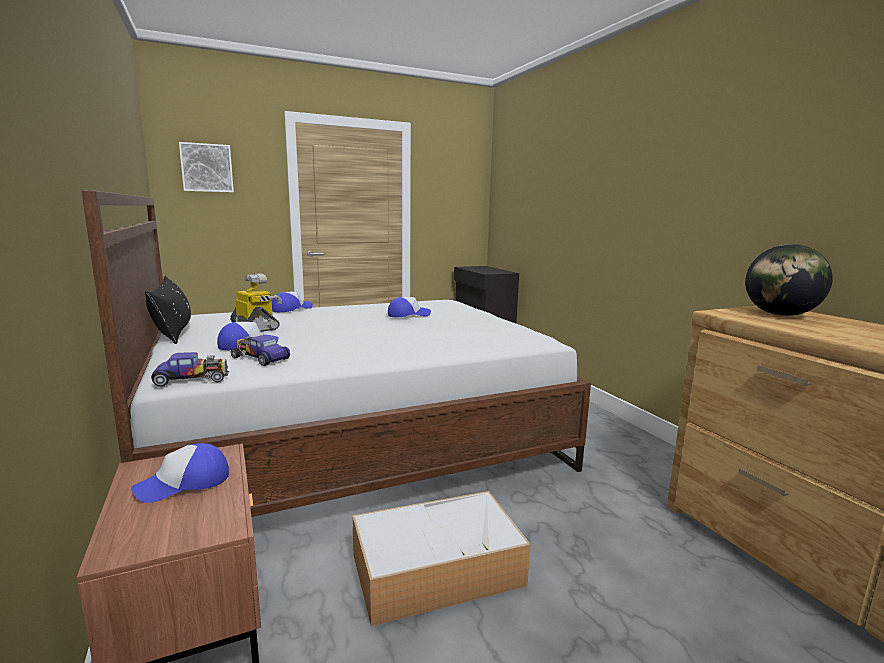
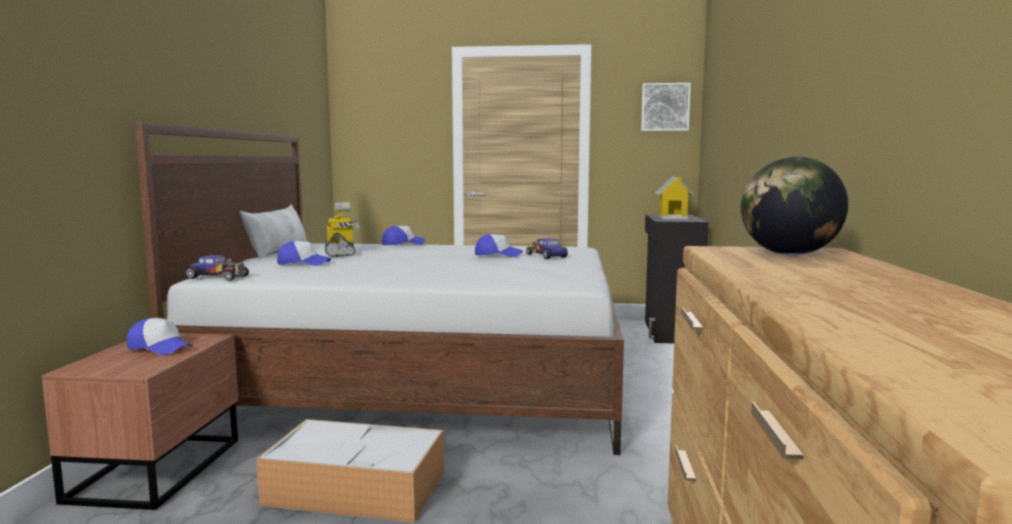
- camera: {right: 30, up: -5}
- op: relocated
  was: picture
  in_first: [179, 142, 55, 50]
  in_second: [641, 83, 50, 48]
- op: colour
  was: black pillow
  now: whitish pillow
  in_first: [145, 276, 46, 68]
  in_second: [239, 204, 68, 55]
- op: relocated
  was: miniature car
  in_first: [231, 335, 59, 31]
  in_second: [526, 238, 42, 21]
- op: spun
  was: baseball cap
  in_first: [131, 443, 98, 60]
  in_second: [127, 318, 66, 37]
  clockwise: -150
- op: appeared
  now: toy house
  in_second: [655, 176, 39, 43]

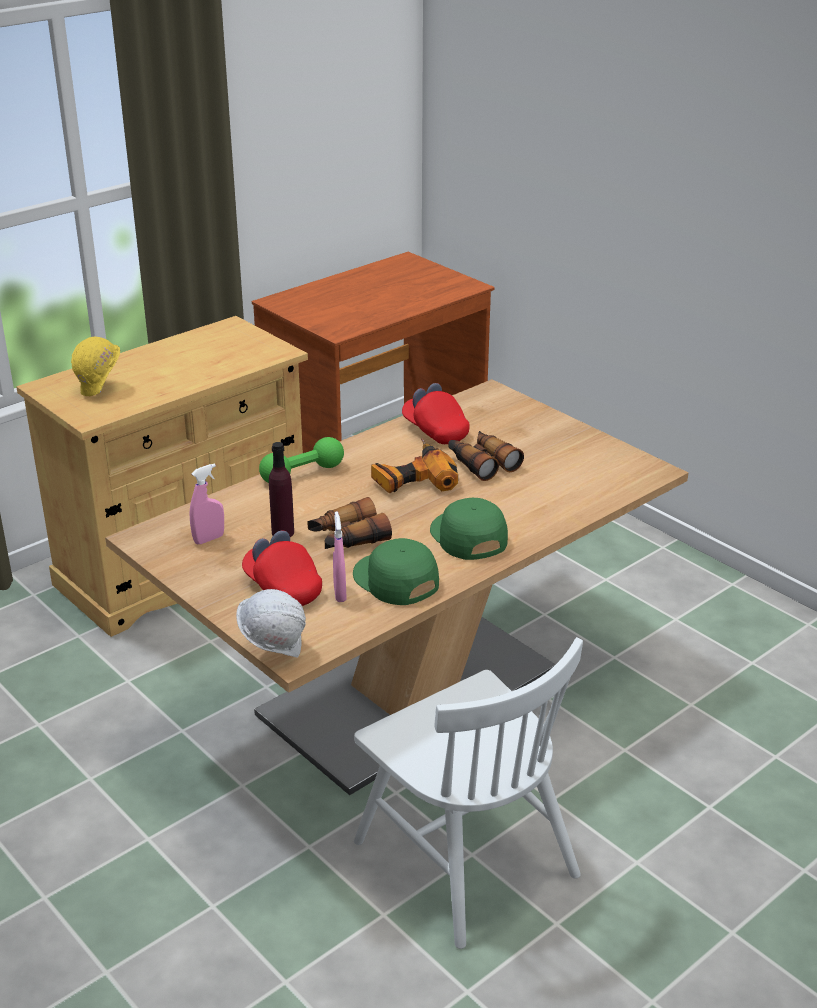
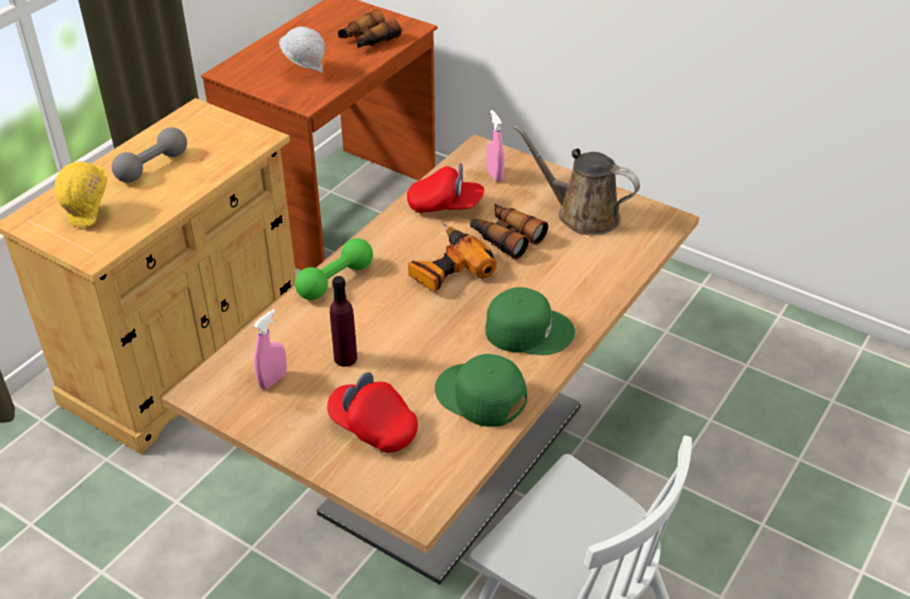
- camera: {right: -15, up: 10}
- op: spun
  was: red baseball cap
  in_first: [402, 383, 68, 61]
  in_second: [407, 163, 77, 50]
  clockwise: 150
- op: relocated
  was: pair of binoculars
  in_first: [307, 497, 85, 52]
  in_second: [338, 9, 63, 39]
- op: spun
  was: green baseball cap
  in_first: [430, 498, 78, 62]
  in_second: [486, 287, 89, 68]
  clockwise: 135
- op: relocated
  was: pink sprayer
  in_first: [333, 511, 14, 91]
  in_second: [486, 110, 18, 72]
- op: relocated
  was: whitish work helmet
  in_first: [236, 589, 70, 69]
  in_second: [279, 27, 47, 46]
- op: appeared
  now: brownish watering can
  in_second: [513, 125, 127, 110]
- op: appeared
  now: gray dumbbell
  in_second: [112, 127, 75, 56]

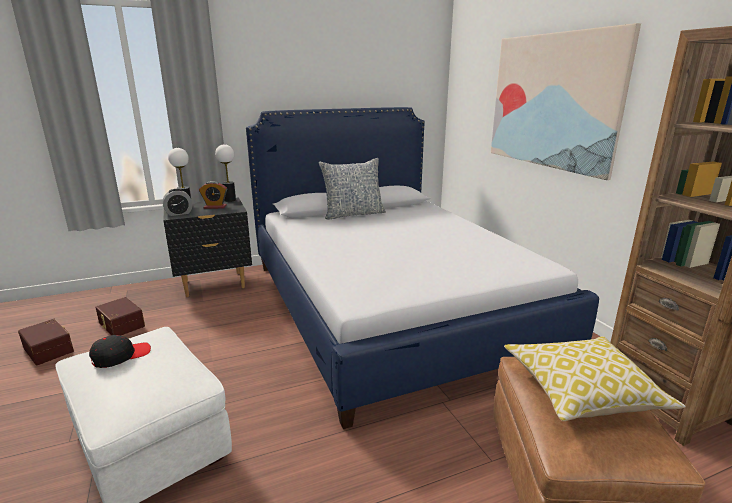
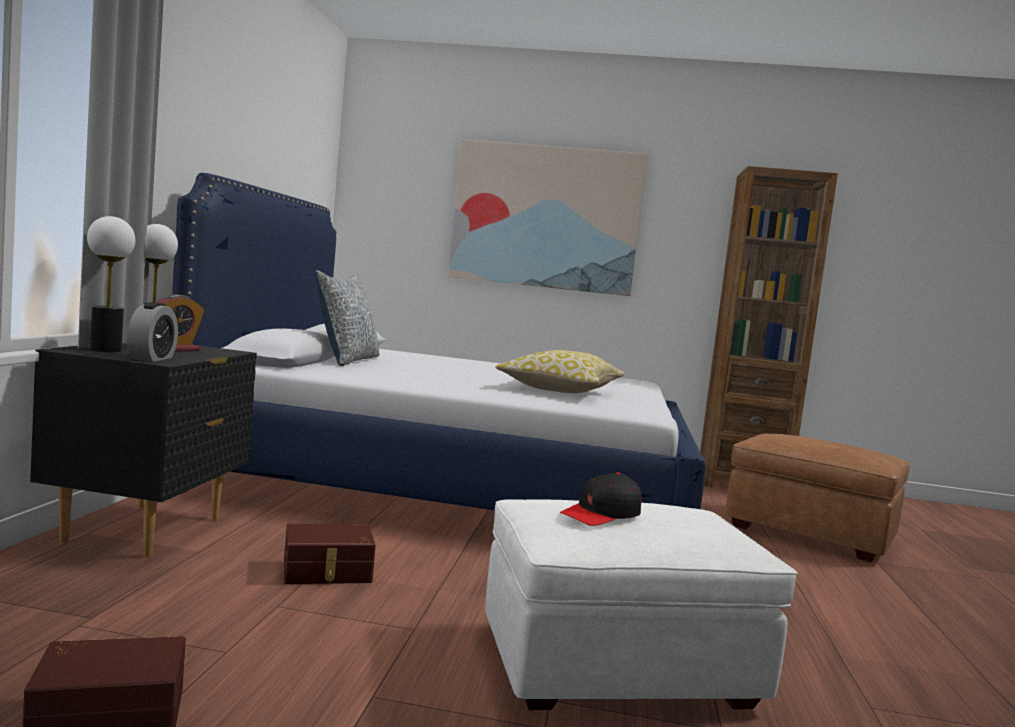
- camera: {right: -60, up: -15}
- op: relocated
  was: brownish storage container
  in_first: [95, 297, 50, 39]
  in_second: [284, 524, 92, 60]
- op: spun
  was: black baseball cap
  in_first: [89, 335, 62, 33]
  in_second: [560, 472, 82, 54]
  clockwise: -120
- op: relocated
  was: pillow
  in_first: [504, 336, 182, 85]
  in_second: [495, 350, 130, 43]

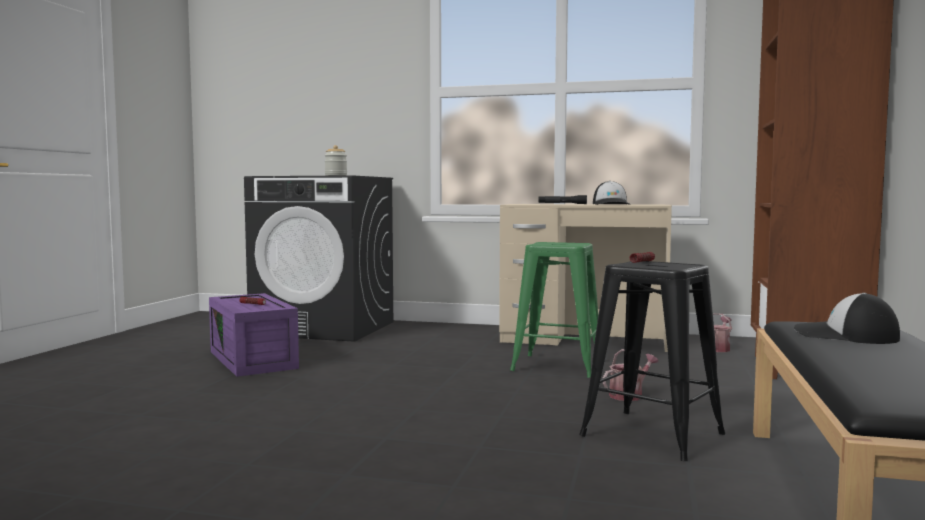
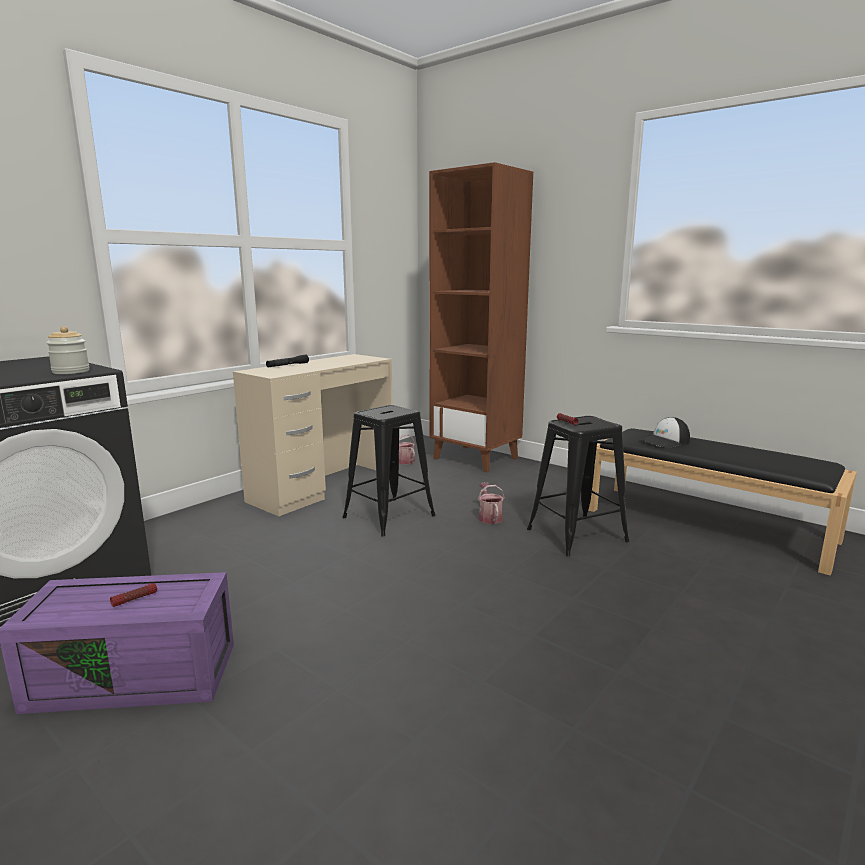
- camera: {right: -65, up: 10}
- op: missing
  was: baseball cap
  in_first: [593, 181, 38, 24]
- op: colour
  was: green stool
  now: black stool
  in_first: [510, 242, 88, 136]
  in_second: [342, 405, 94, 132]

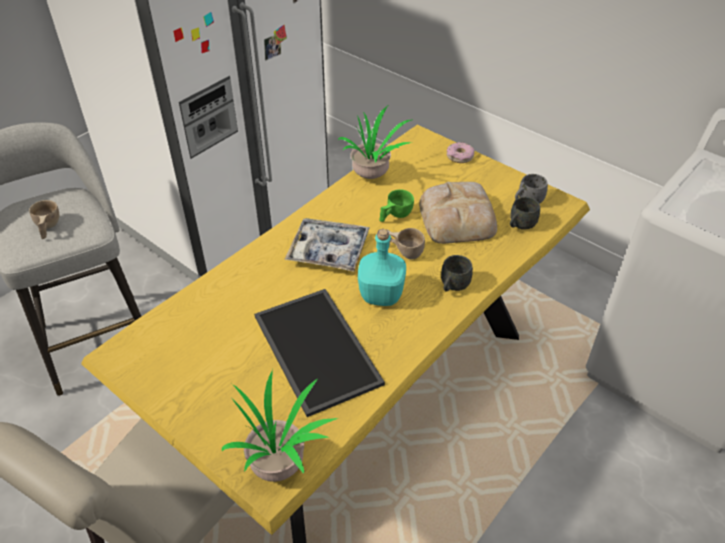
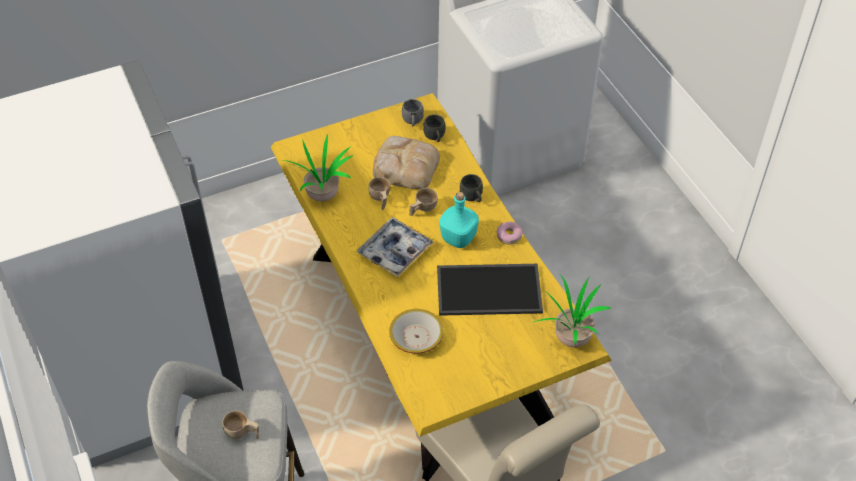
- camera: {right: -65, up: 5}
- op: relocated
  was: donut
  in_first: [446, 142, 29, 21]
  in_second: [497, 221, 26, 24]
- op: colour
  was: green cup
  now: beige cup
  in_first: [379, 189, 35, 33]
  in_second: [369, 177, 22, 33]
- op: appeared
  now: deep dish
  in_second: [389, 309, 54, 45]

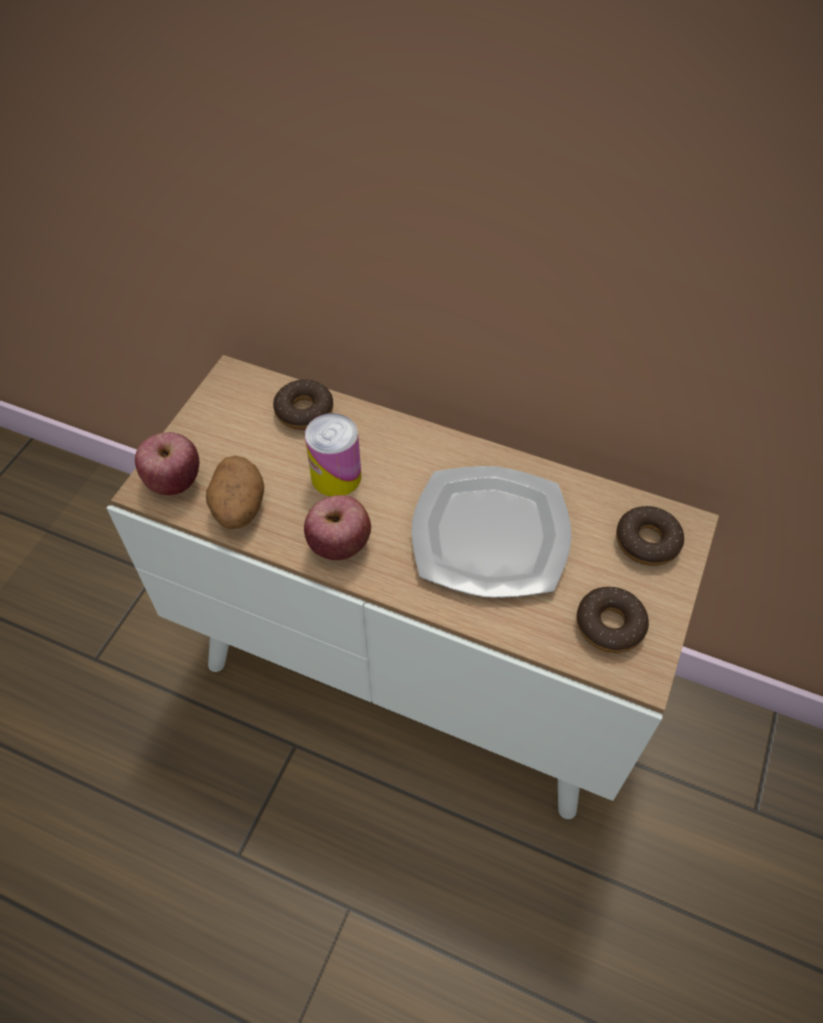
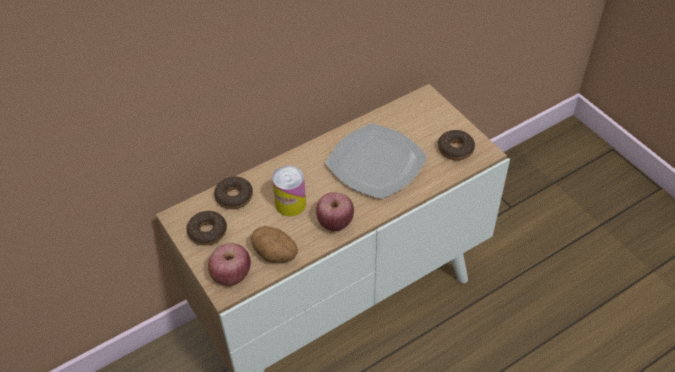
- camera: {right: -55, up: -5}
- op: relocated
  was: donut
  in_first: [616, 506, 68, 60]
  in_second: [187, 211, 40, 35]

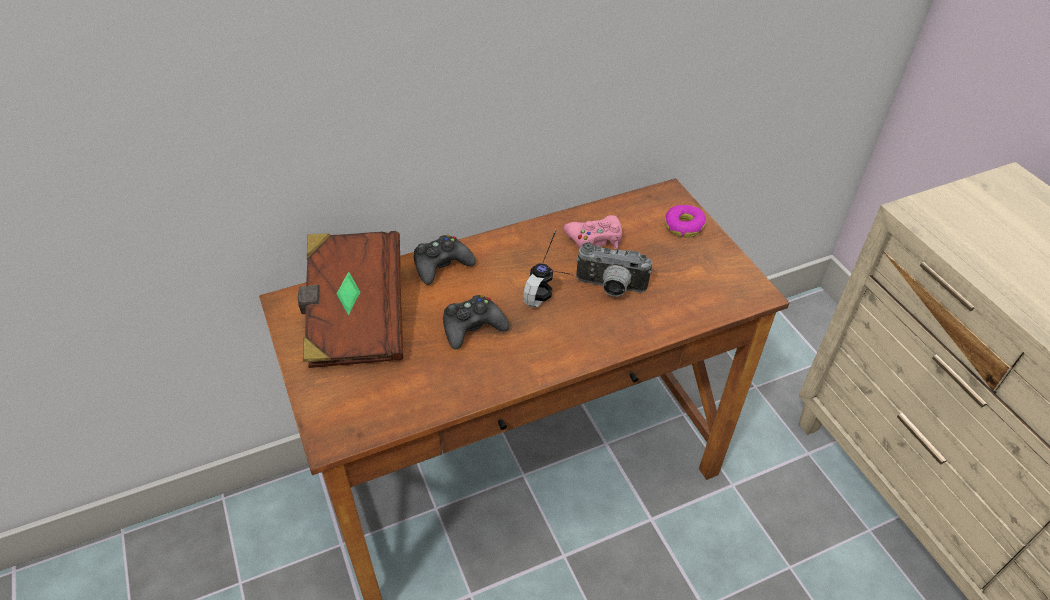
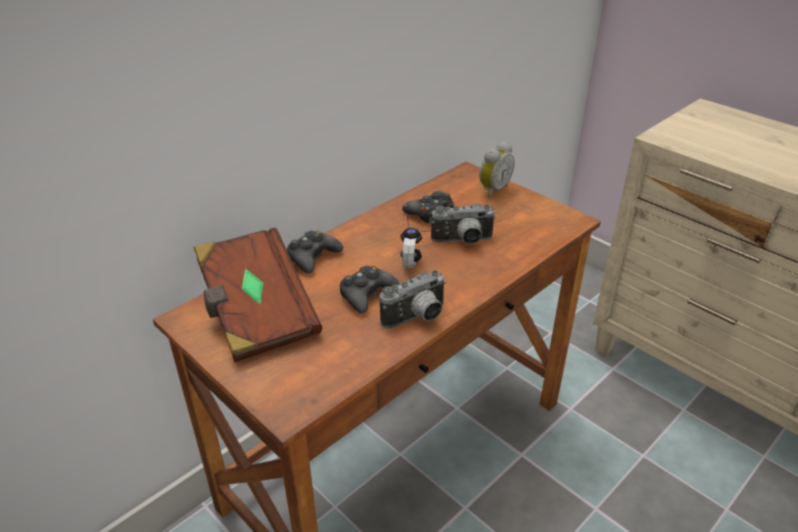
- camera: {right: -20, up: -10}
- op: exchanged
  was: donut
  now: alarm clock
  in_first: [665, 205, 41, 32]
  in_second: [479, 141, 35, 57]
- op: colour
  was: pink gamepad
  now: black gamepad
  in_first: [564, 215, 58, 34]
  in_second: [402, 191, 52, 32]
- op: appeared
  now: photo camera
  in_second: [380, 270, 66, 58]

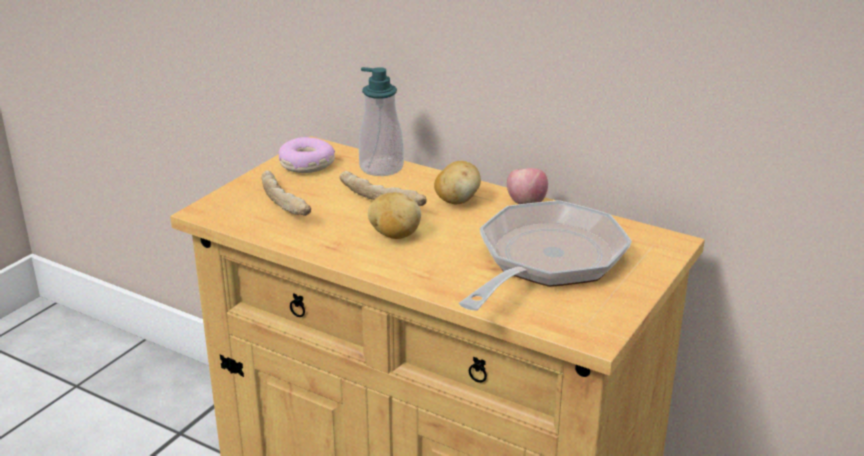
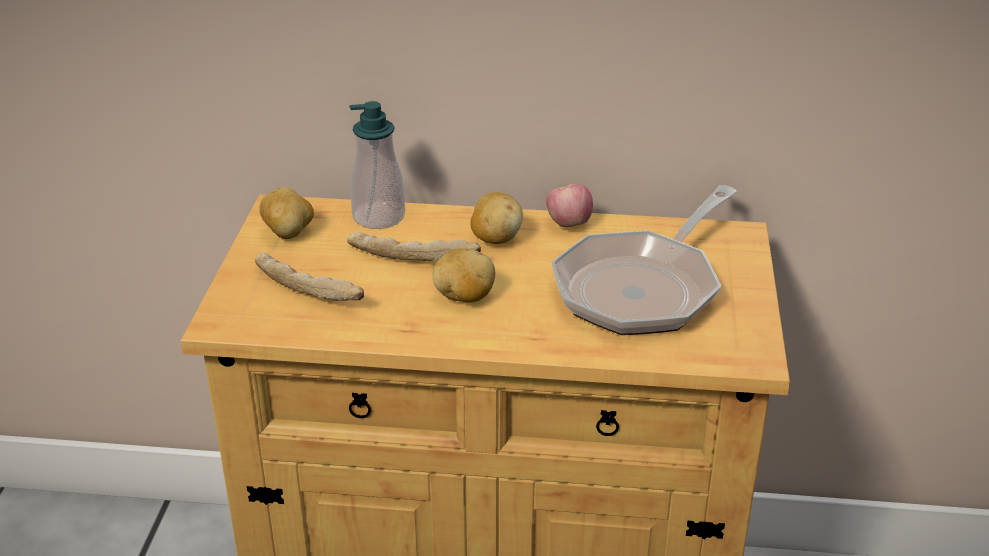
- camera: {right: -25, up: 5}
- op: exchanged
  was: donut
  now: potato
  in_first: [279, 137, 56, 36]
  in_second: [260, 187, 54, 52]
- op: spun
  was: skillet
  in_first: [459, 200, 173, 111]
  in_second: [552, 185, 185, 150]
  clockwise: -150

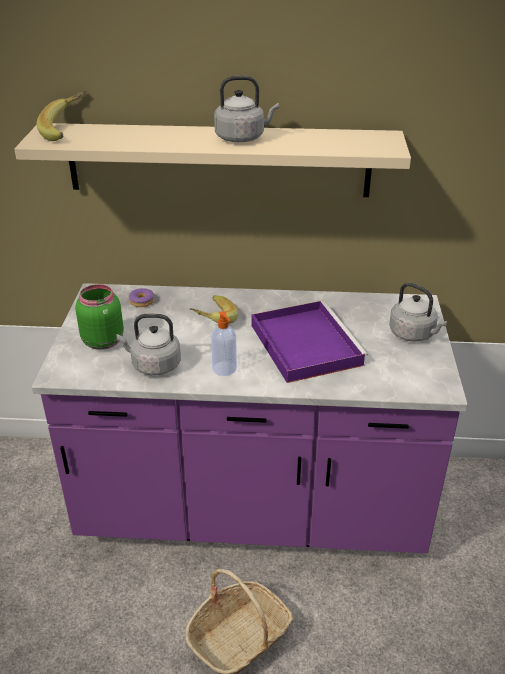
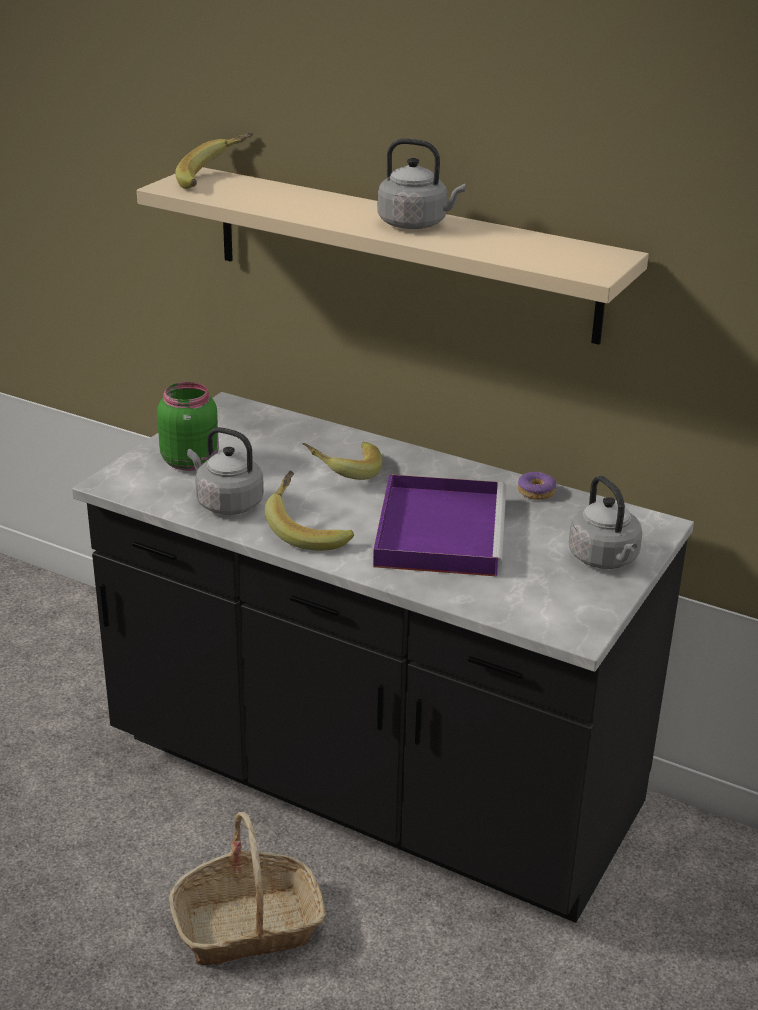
- camera: {right: 25, up: -5}
- op: colour
  was: purple kitchen base unit
  now: black kitchen base unit
  in_first: [32, 283, 436, 270]
  in_second: [72, 392, 622, 531]
- op: relocated
  was: donut
  in_first: [129, 288, 25, 19]
  in_second: [518, 472, 39, 28]
- op: exchanged
  was: liquid soap bottle
  now: banana
  in_first: [211, 311, 26, 65]
  in_second: [265, 471, 89, 80]

